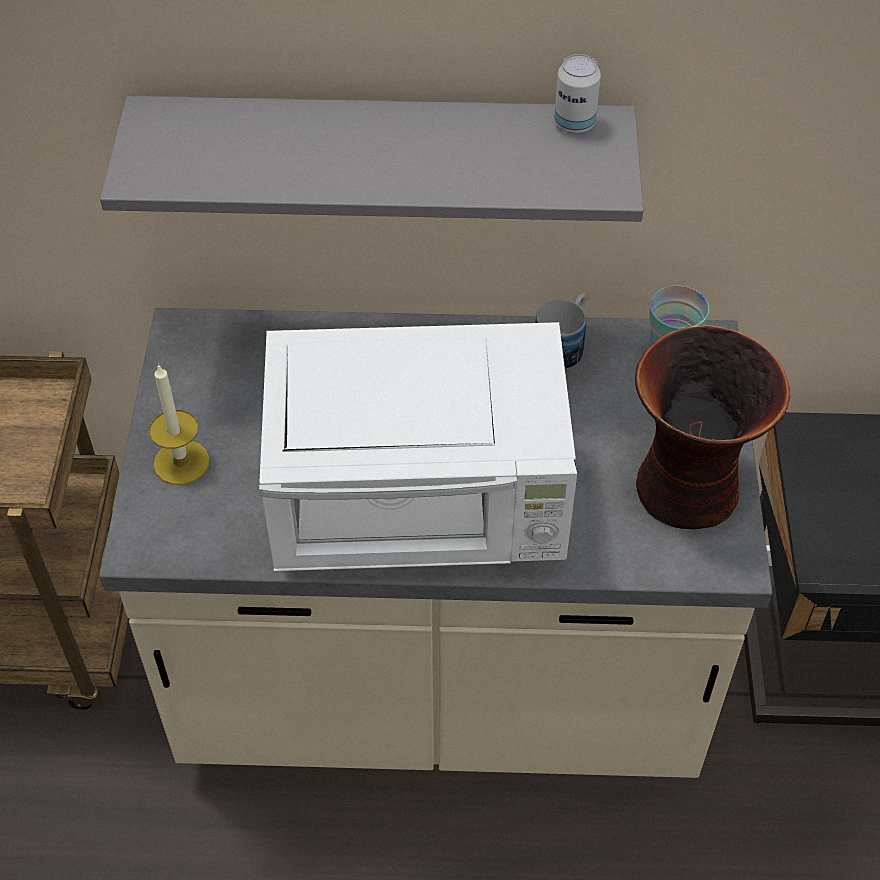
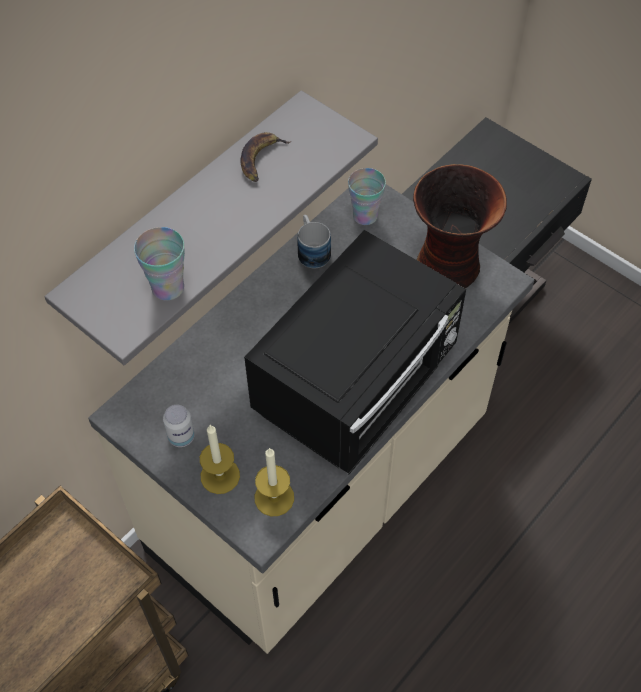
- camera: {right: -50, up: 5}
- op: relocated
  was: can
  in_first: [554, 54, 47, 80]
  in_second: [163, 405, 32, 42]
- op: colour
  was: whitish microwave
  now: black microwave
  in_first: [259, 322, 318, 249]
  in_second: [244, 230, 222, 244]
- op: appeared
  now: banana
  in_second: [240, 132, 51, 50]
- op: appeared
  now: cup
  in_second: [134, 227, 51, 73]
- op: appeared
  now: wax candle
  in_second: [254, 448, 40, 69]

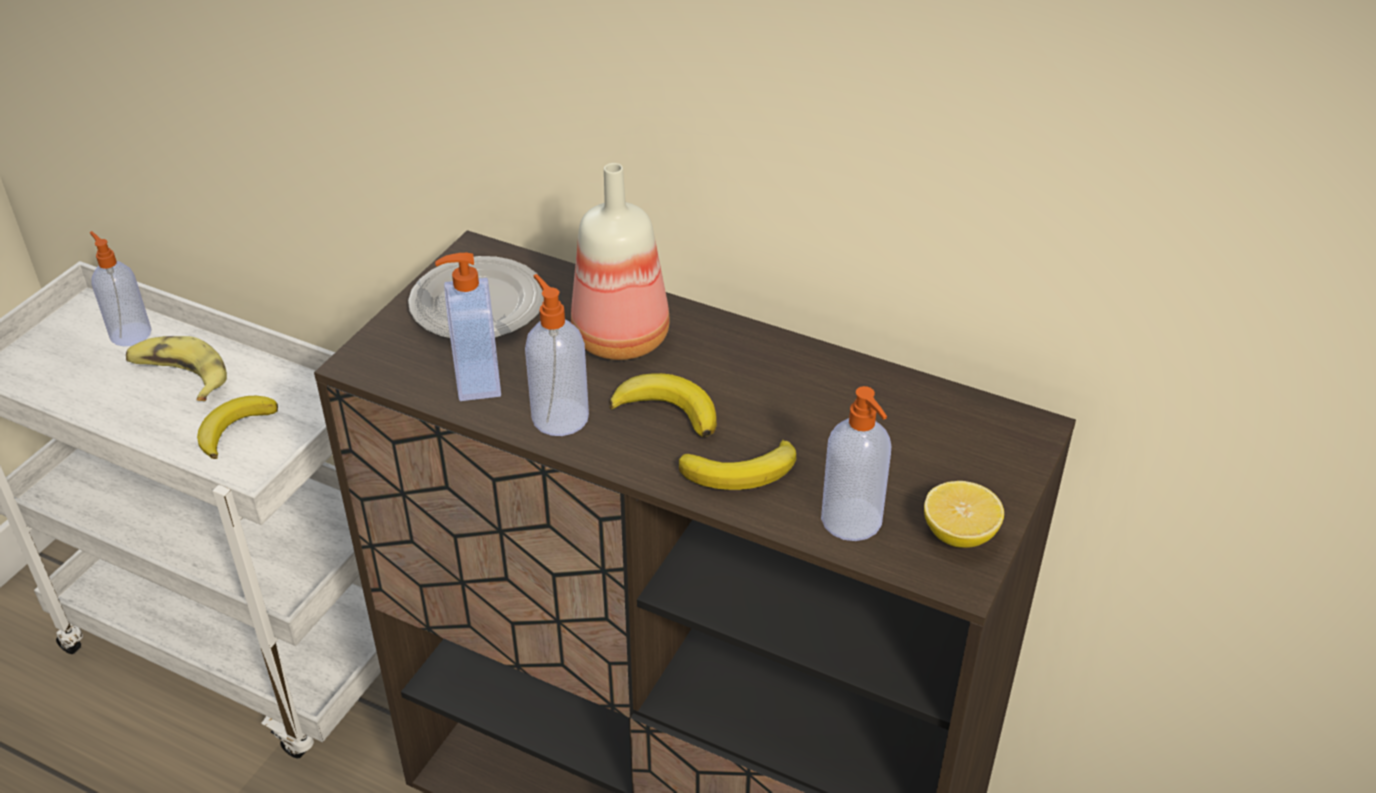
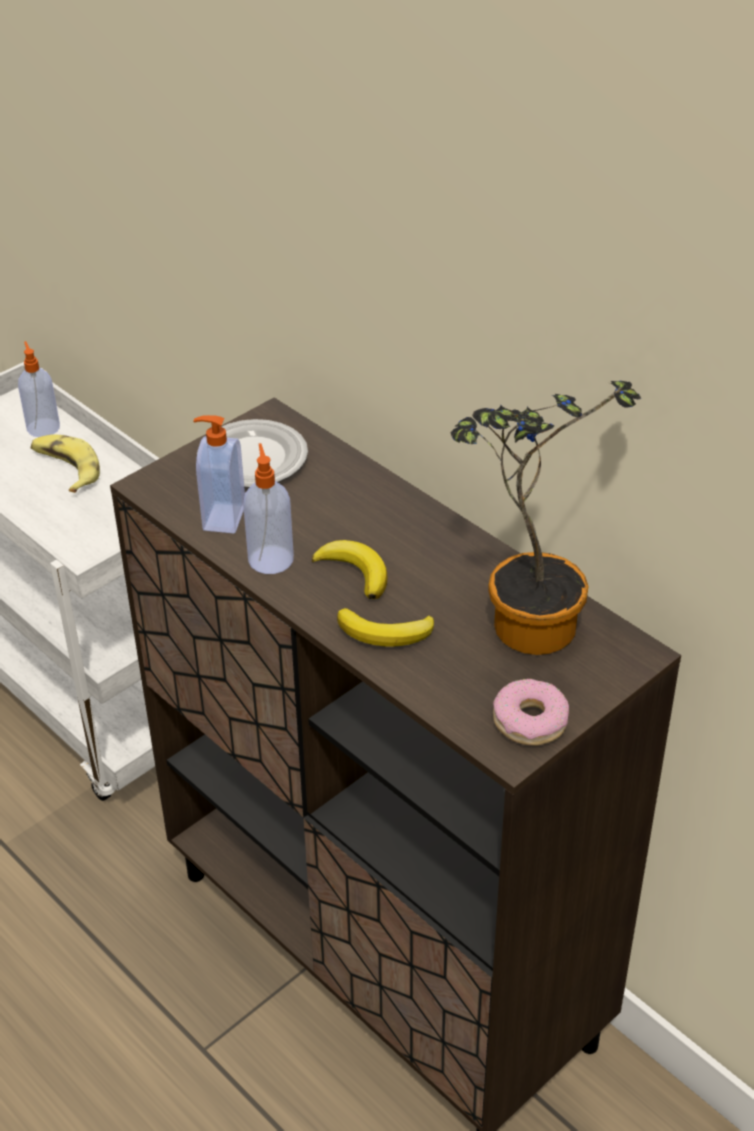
- camera: {right: 20, up: 0}
- op: missing
  was: drink bottle
  in_first: [571, 163, 99, 197]
- op: missing
  was: liquid soap bottle
  in_first: [821, 386, 70, 155]
- op: missing
  was: banana
  in_first: [197, 396, 81, 63]
- op: exchanged
  was: whole lemon
  now: donut
  in_first: [924, 481, 80, 67]
  in_second: [493, 679, 76, 67]
- op: appeared
  now: plant in a pot
  in_second: [451, 381, 190, 274]

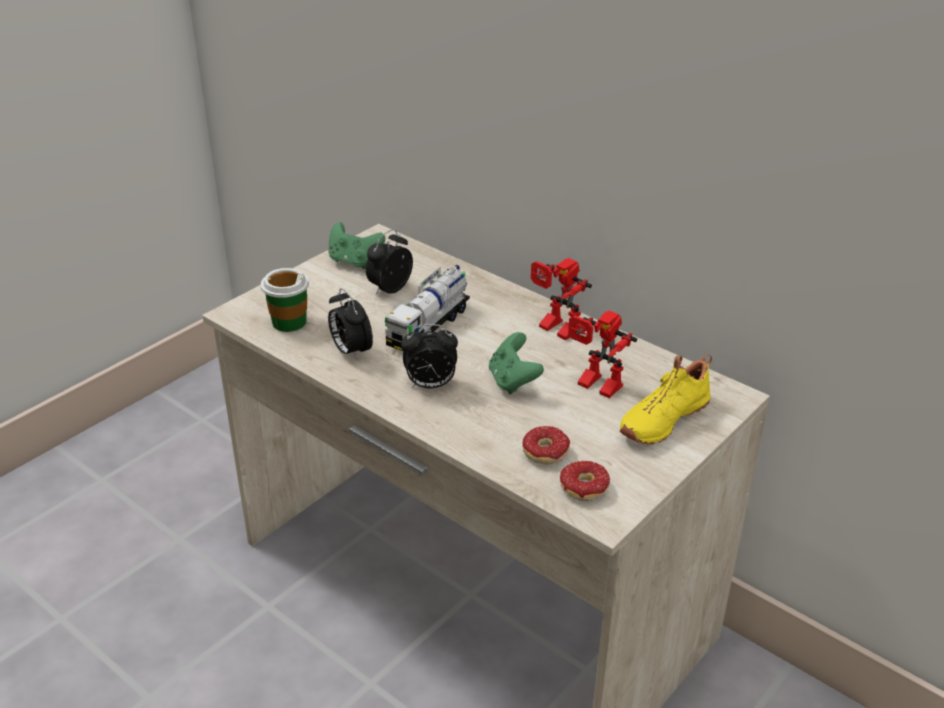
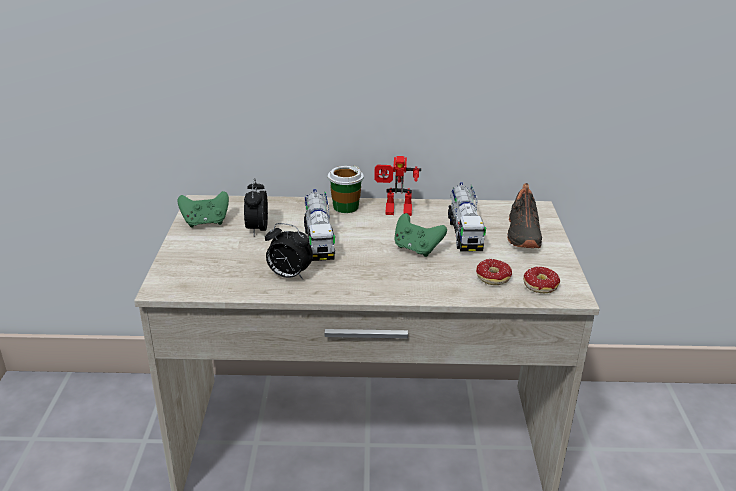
- camera: {right: -40, up: -5}
- op: relocated
  was: cup
  in_first: [260, 268, 49, 64]
  in_second: [328, 166, 36, 47]
- op: exchanged
  was: robot figure
  now: model truck
  in_first: [568, 310, 69, 88]
  in_second: [448, 182, 38, 69]
- op: missing
  was: alarm clock
  in_first: [401, 324, 57, 65]
- op: colour
  was: yellow-coloured item of footwear
  now: black item of footwear
  in_first: [620, 355, 92, 90]
  in_second: [507, 183, 35, 65]

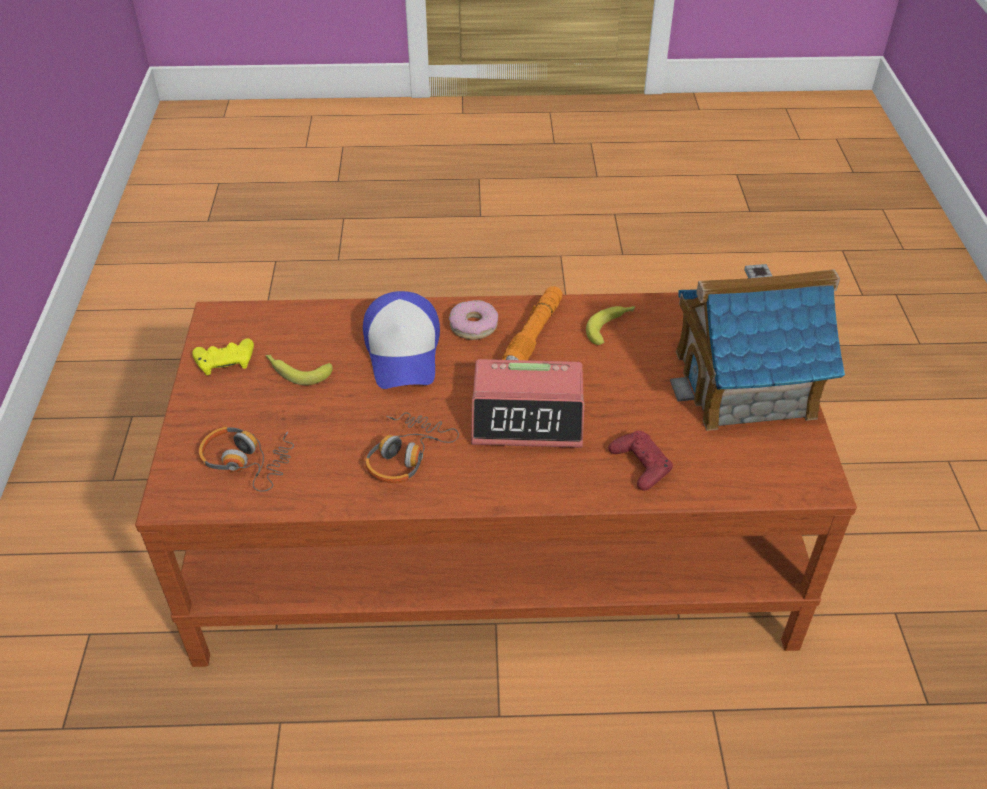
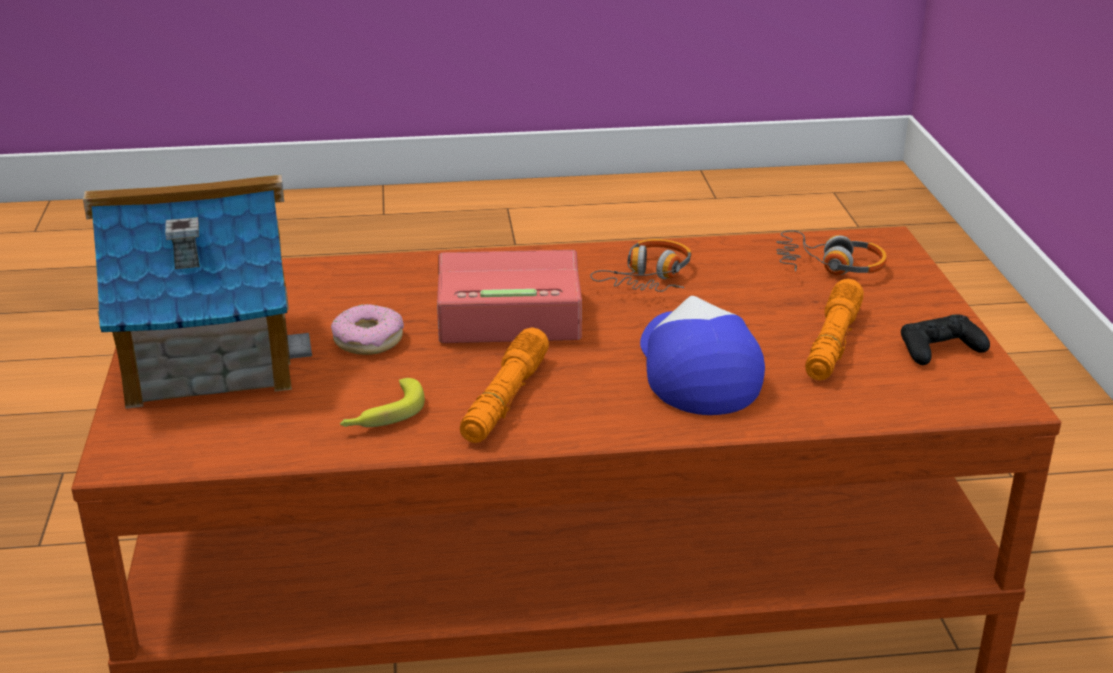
- camera: {right: 175, up: -15}
- op: relocated
  was: donut
  in_first: [449, 300, 49, 40]
  in_second: [331, 304, 73, 51]
- op: colour
  was: yellow-coloured gamepad
  now: black gamepad
  in_first: [192, 338, 62, 38]
  in_second: [901, 314, 89, 51]
- op: exchanged
  was: banana
  now: orange hand torch
  in_first: [266, 355, 67, 30]
  in_second: [805, 279, 59, 102]
- op: missing
  was: red gamepad
  in_first: [608, 431, 65, 60]

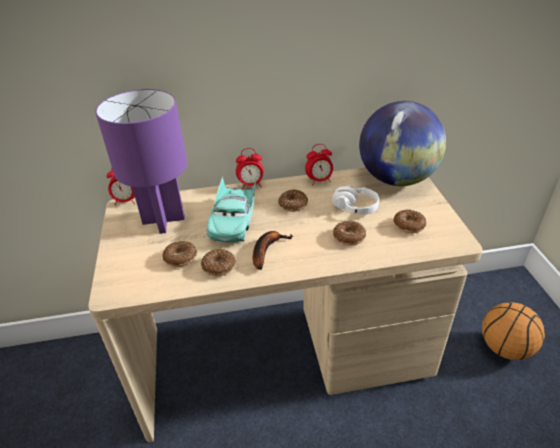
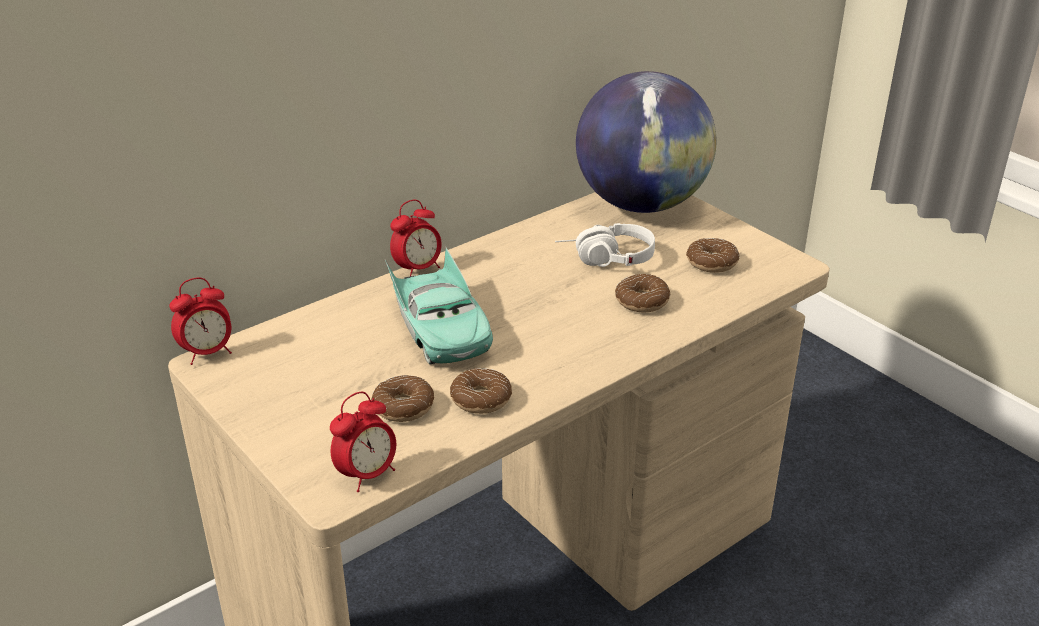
- camera: {right: -30, up: -5}
- op: missing
  was: purple tabletop lamp
  in_first: [95, 89, 92, 145]
- op: relocated
  was: alarm clock
  in_first: [305, 144, 28, 42]
  in_second: [330, 392, 66, 100]
- op: missing
  was: donut
  in_first: [278, 189, 30, 23]
- op: missing
  was: banana
  in_first: [253, 231, 40, 39]
- op: missing
  was: ball for basketball
  in_first: [482, 302, 63, 58]

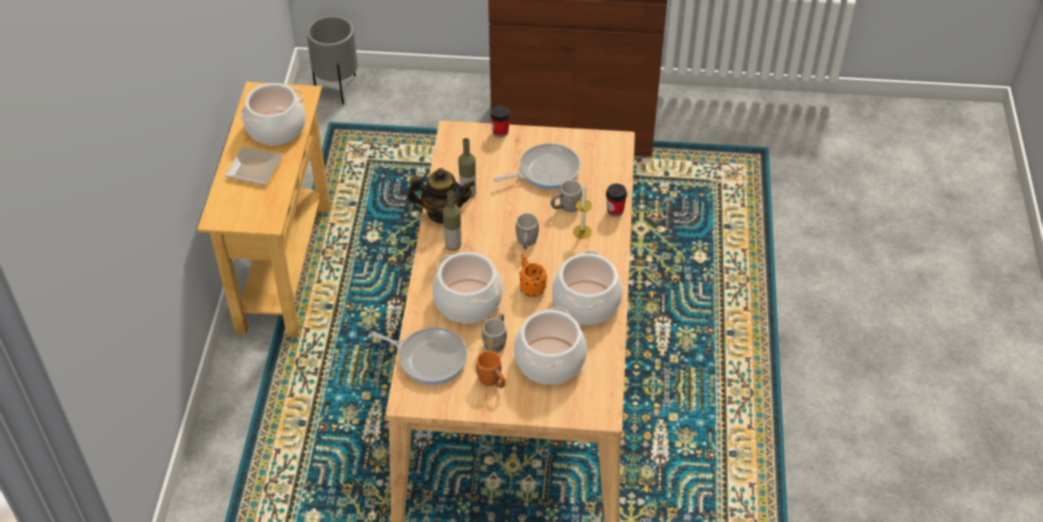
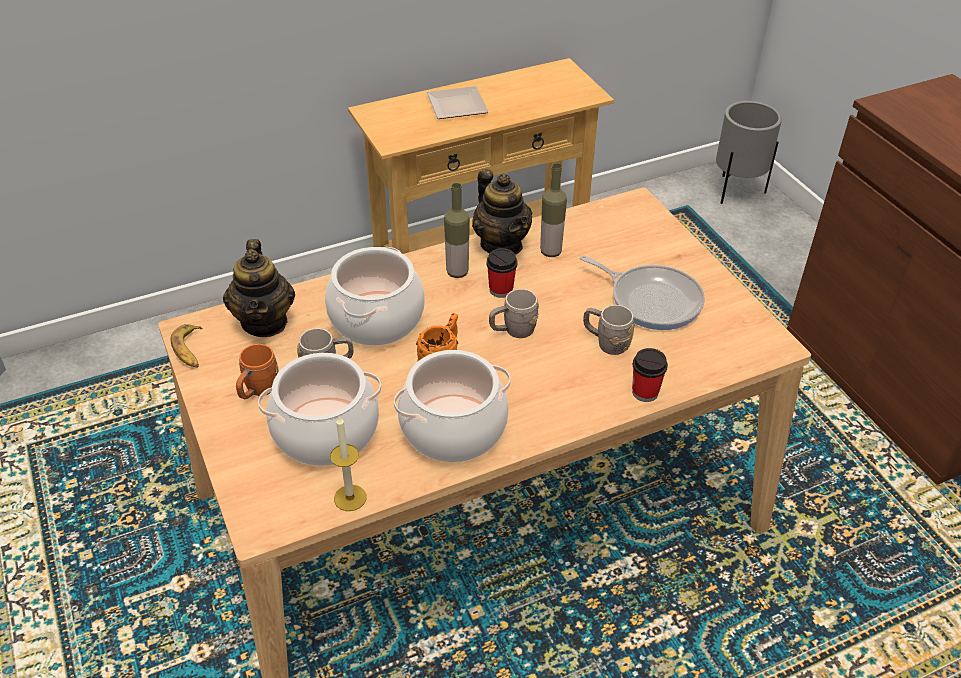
- camera: {right: 60, up: -5}
- op: missing
  was: cooking pot
  in_first: [240, 83, 66, 62]
- op: relocated
  was: cup
  in_first: [490, 105, 20, 32]
  in_second: [486, 248, 31, 50]
- op: relocated
  was: wax candle
  in_first: [573, 183, 19, 56]
  in_second: [330, 416, 36, 95]
- op: exchanged
  was: skillet
  now: tea pot
  in_first: [369, 327, 99, 58]
  in_second: [223, 239, 72, 98]
- op: appeared
  now: banana
  in_second: [170, 324, 33, 44]

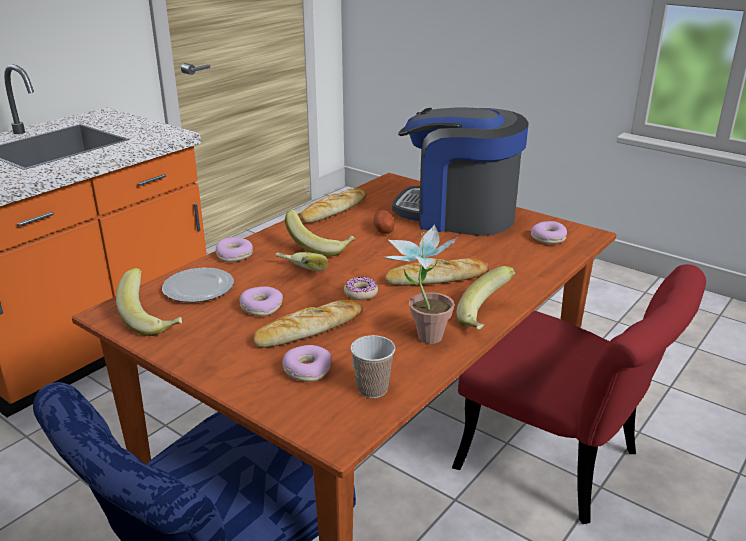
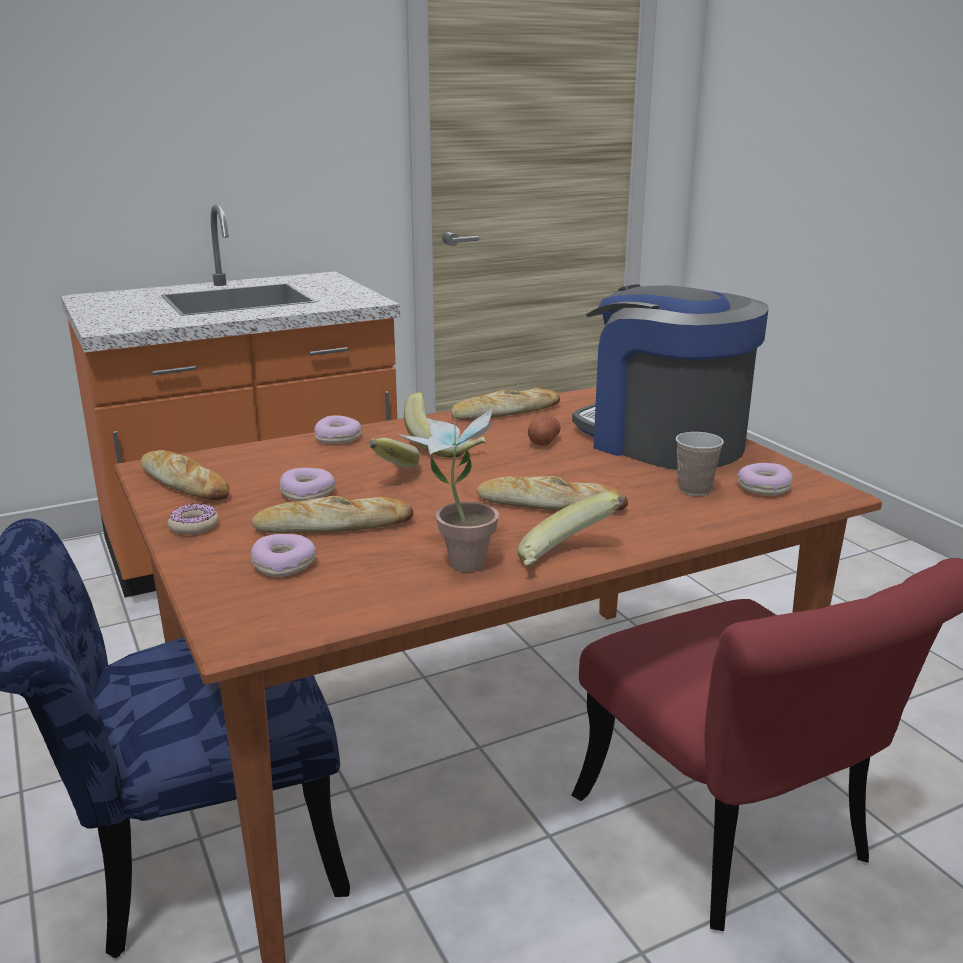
- camera: {right: 25, up: -5}
- op: exchanged
  was: banana
  now: baked bread
  in_first: [116, 268, 66, 68]
  in_second: [141, 450, 89, 50]
- op: missing
  was: plate
  in_first: [162, 268, 72, 34]
- op: relocated
  was: donut
  in_first: [344, 277, 34, 23]
  in_second: [168, 504, 51, 31]
- op: relocated
  was: cup
  in_first: [350, 335, 45, 63]
  in_second: [676, 432, 48, 64]

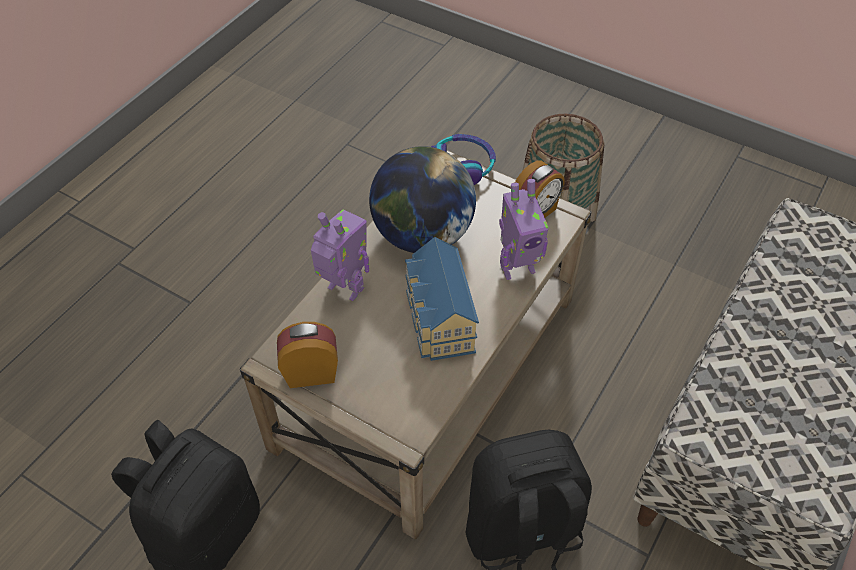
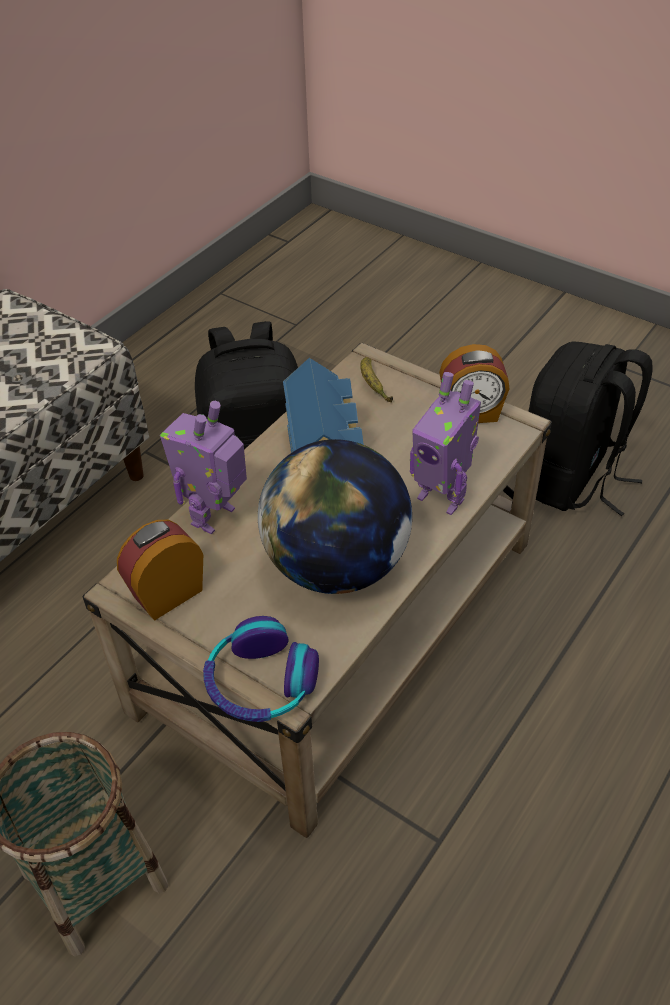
- camera: {right: -175, up: -5}
- op: spun
  was: robot figure
  in_first: [499, 179, 50, 101]
  in_second: [160, 401, 87, 133]
  clockwise: -45
- op: appeared
  now: banana
  in_second: [360, 357, 33, 46]

